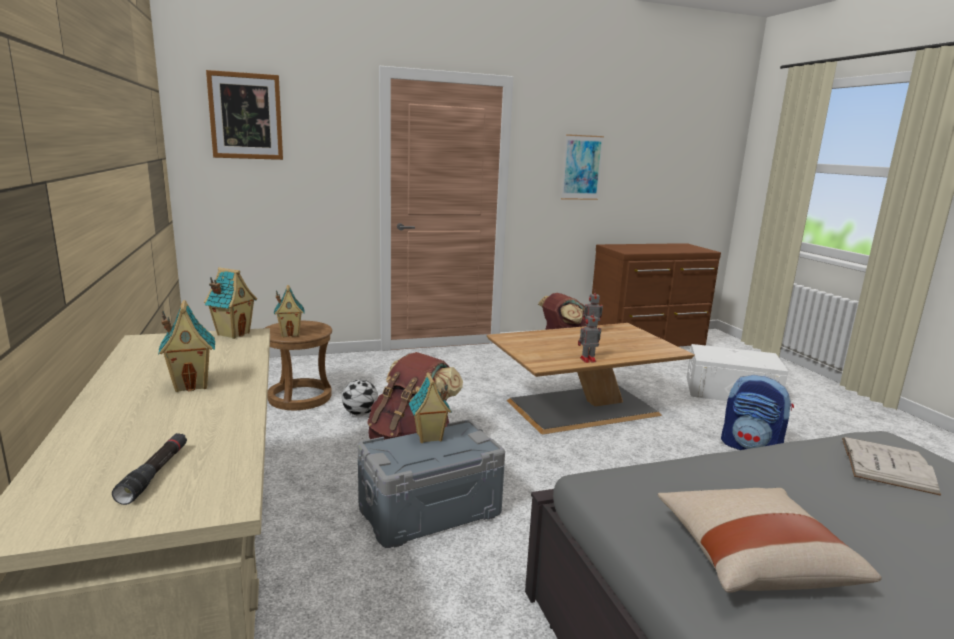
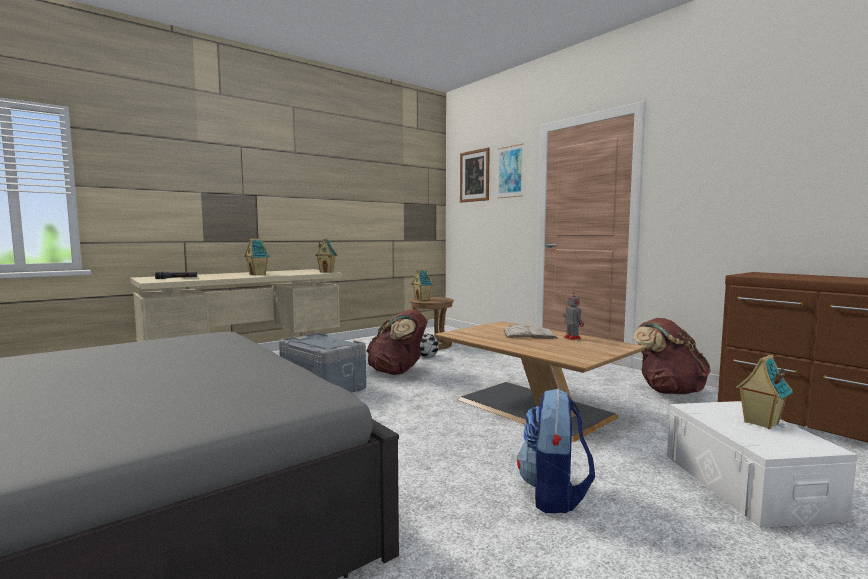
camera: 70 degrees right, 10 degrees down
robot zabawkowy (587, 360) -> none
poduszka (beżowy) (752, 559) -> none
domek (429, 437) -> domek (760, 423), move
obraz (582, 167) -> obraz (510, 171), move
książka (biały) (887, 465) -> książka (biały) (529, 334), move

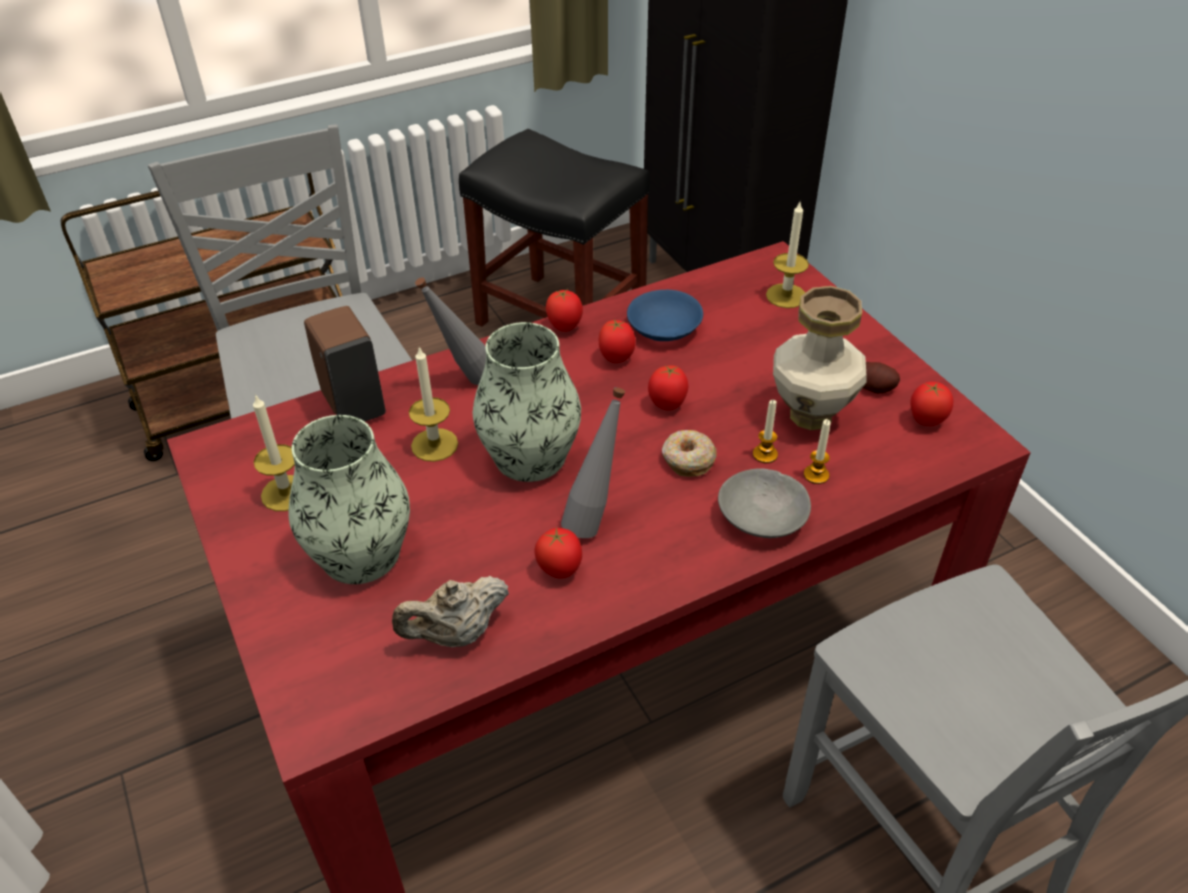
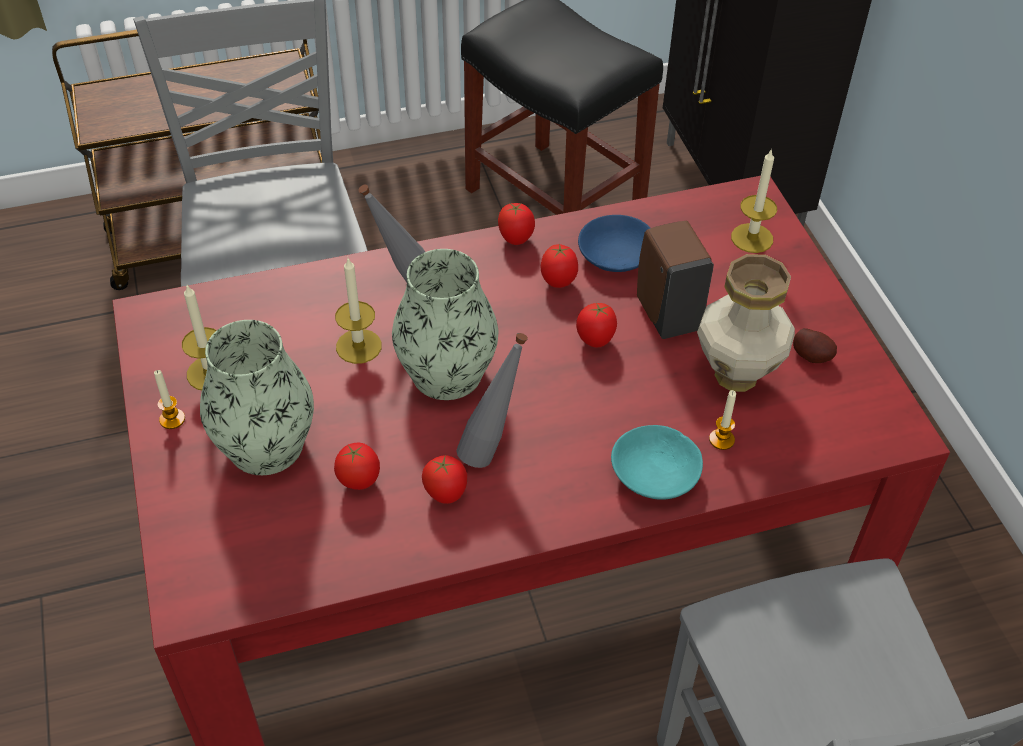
camera: 10 degrees right, 5 degrees up
imbryk (beżowy) (456, 634) -> none
donut (687, 460) -> none
dozownik mydła (brązowy) (353, 404) -> dozownik mydła (brązowy) (666, 314), move
świeca (765, 454) -> świeca (172, 419), move
pomidor (925, 421) -> pomidor (359, 481), move
miska (szary) (763, 516) -> miska (turkusowy) (656, 474)

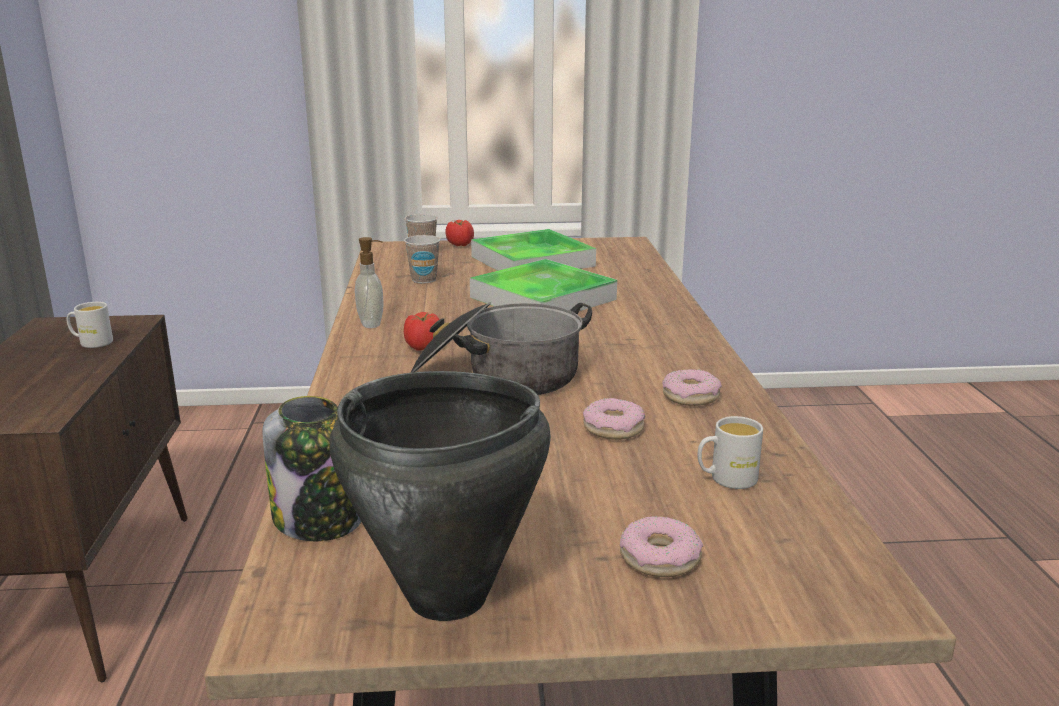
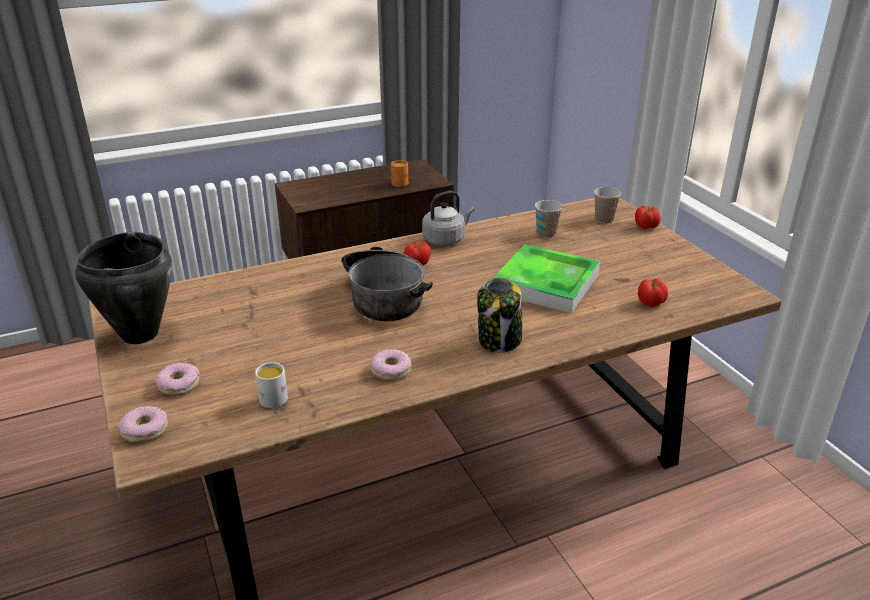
camera: 70 degrees right, 10 degrees up
taca (532, 261) -> none
none -> pomidor (651, 303)
słoik (320, 519) -> słoik (499, 340), move
donut (613, 428) -> donut (145, 430), move
dozownik mydła (372, 324) -> czajnik (szary) (446, 239)
kubek (biały) (91, 342) -> kubek (pomarańczowy) (399, 182)

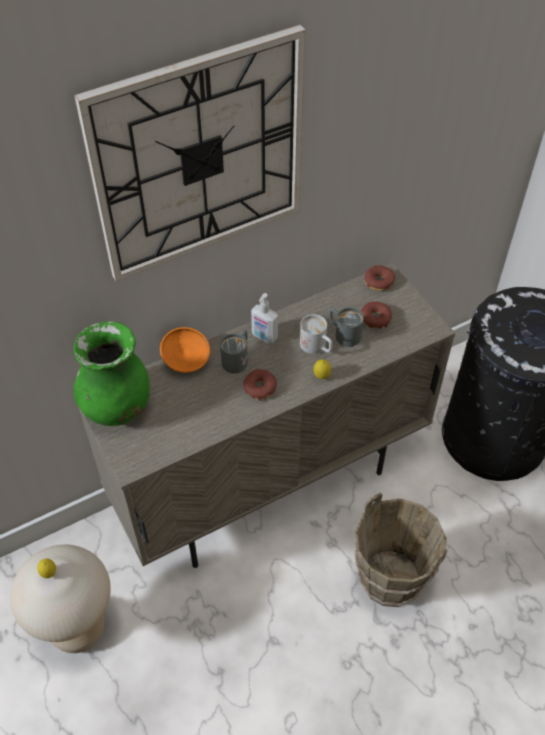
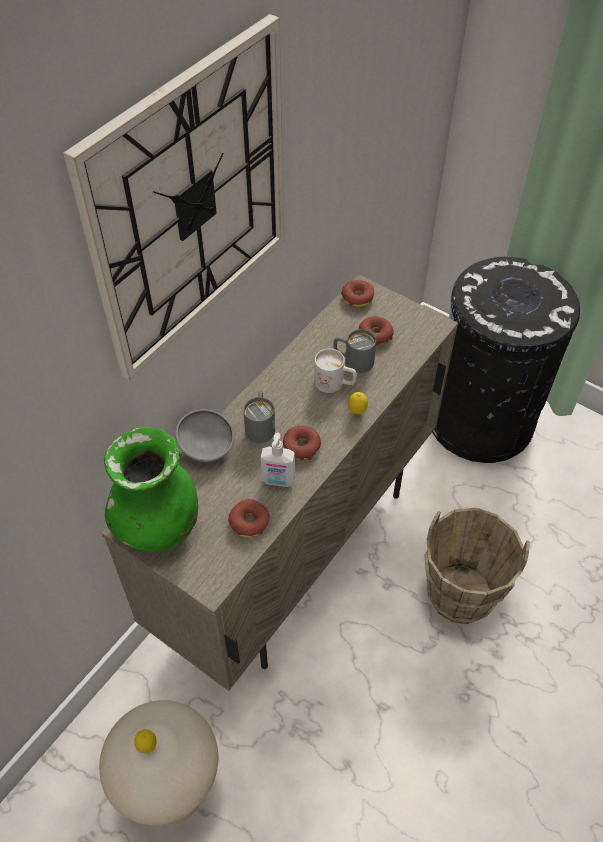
camera: 25 degrees left, 0 degrees up
none -> donut (249, 522)
dozownik mydła (264, 337) -> dozownik mydła (278, 481), move
miska (pomarańczowy) (186, 361) -> miska (szary) (207, 447)

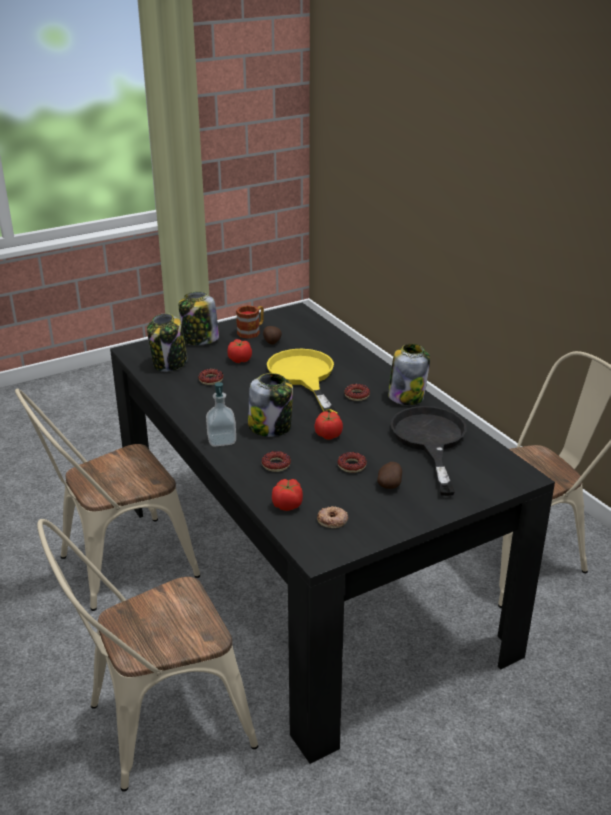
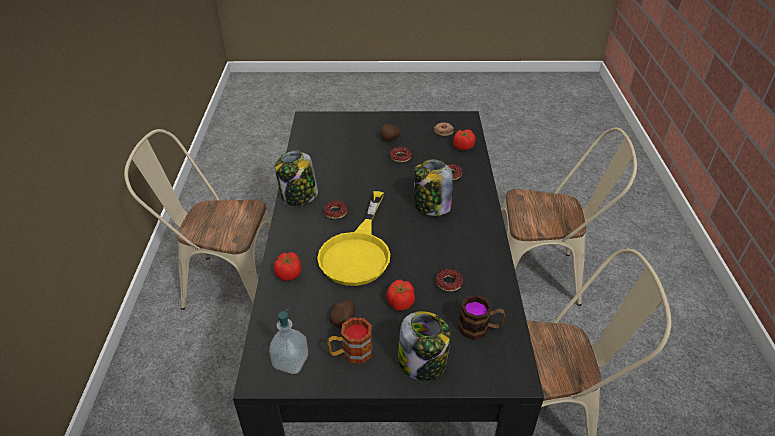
camera: 150 degrees left, 10 degrees up
patelnia (czarny) (429, 441) -> none
dozownik mydła (221, 440) -> dozownik mydła (290, 361), move
pomidor (328, 435) -> pomidor (289, 274), move
słoik (169, 363) -> kubek (480, 328)

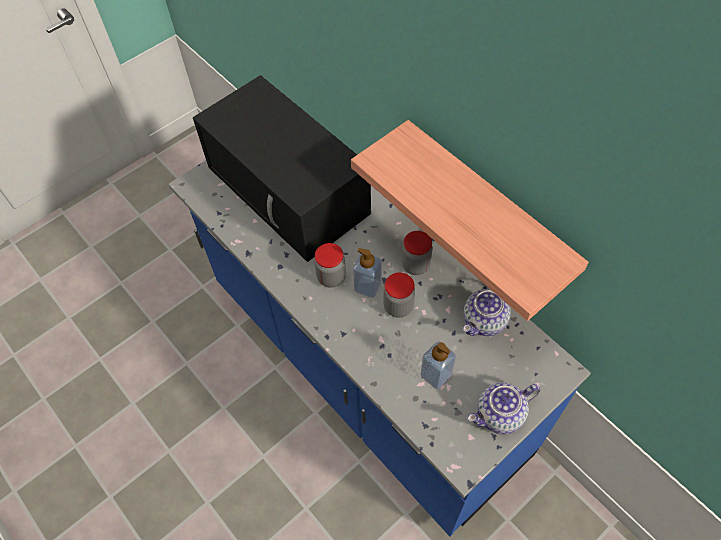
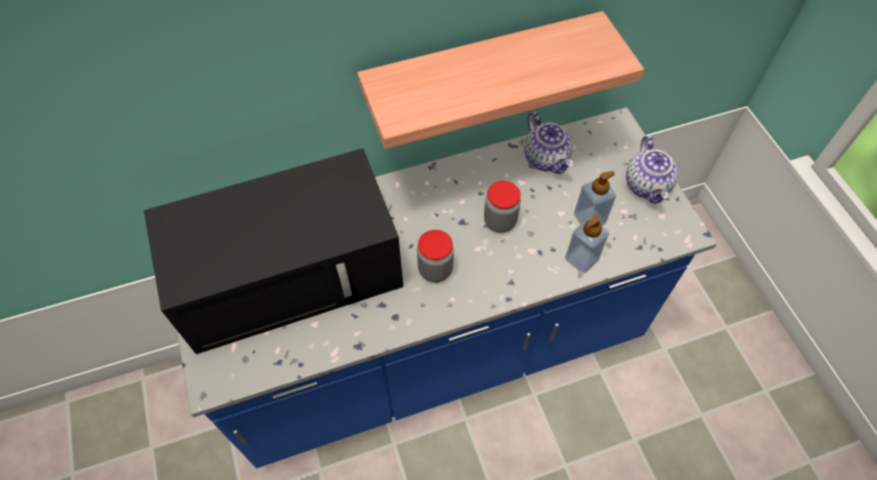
camera: 70 degrees left, 0 degrees up
słoik (415, 265) -> none
dozownik mydła (367, 286) -> dozownik mydła (581, 259), move

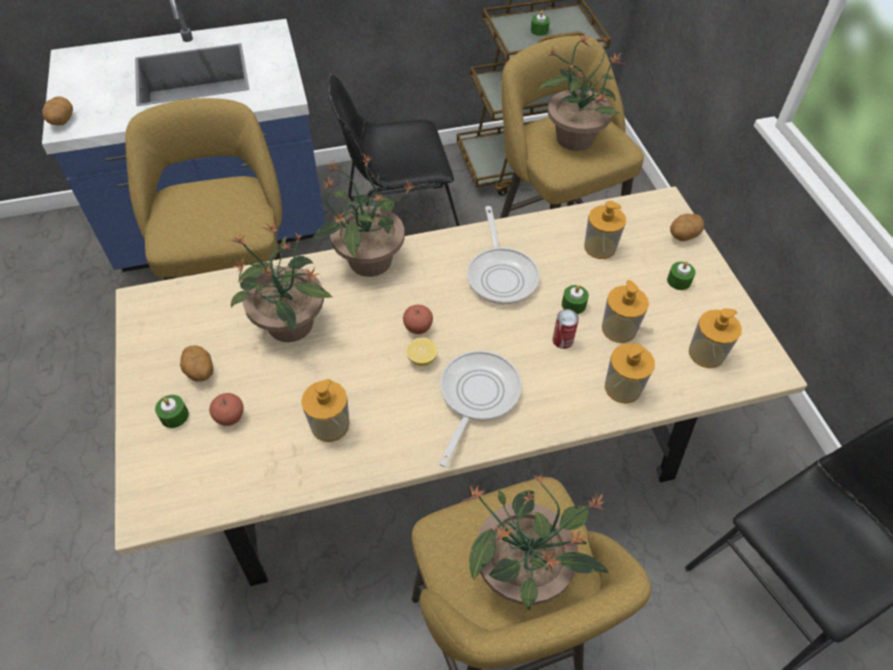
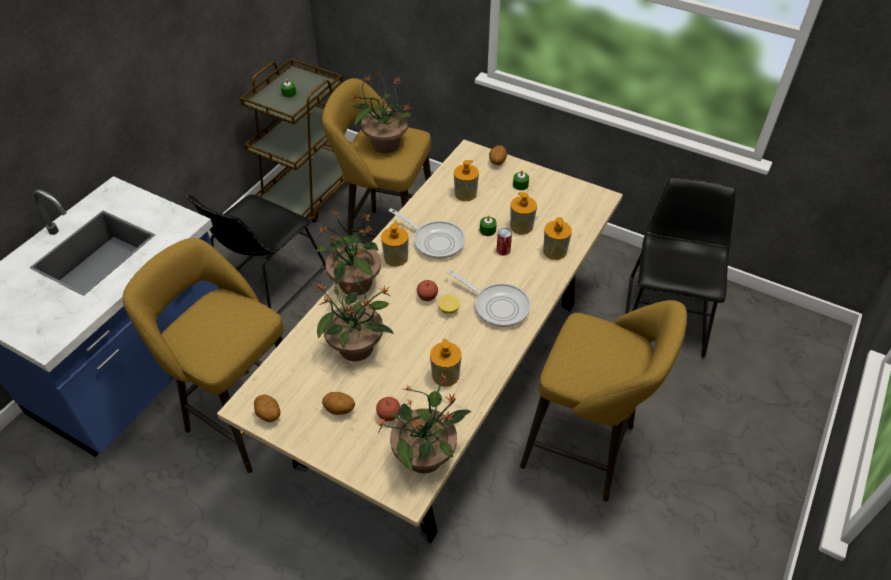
camera: 45 degrees left, 5 degrees down
świeca (zielony) (174, 416) -> none
ziemniak (62, 121) -> ziemniak (268, 415), move
roślina doniczkowa (523, 571) -> roślina doniczkowa (425, 455), move
dozownik mydła (706, 353) -> dozownik mydła (396, 258), move
patelnia (476, 396) -> patelnia (497, 306), 150 degrees clockwise

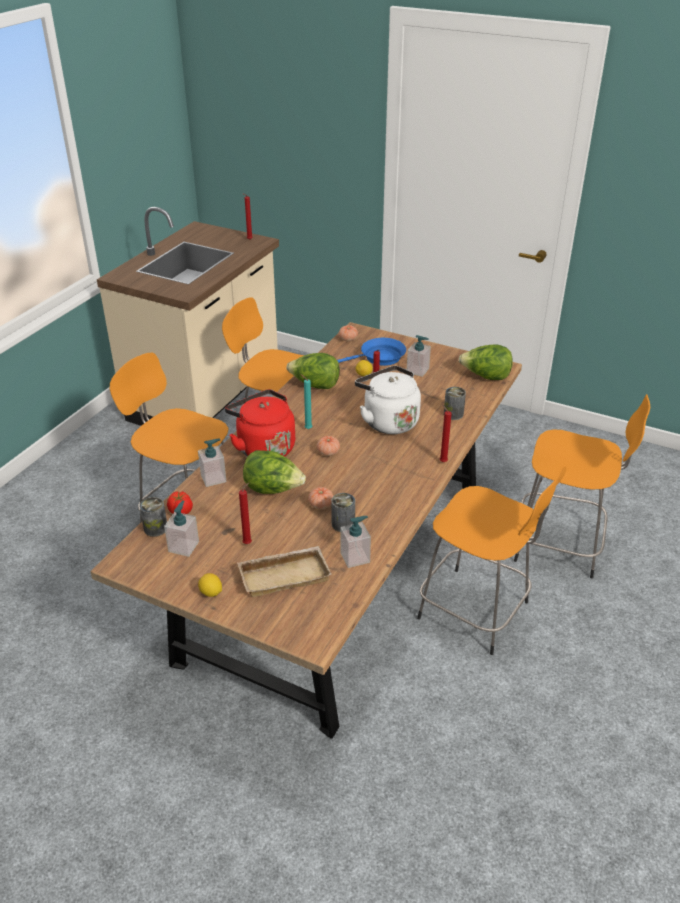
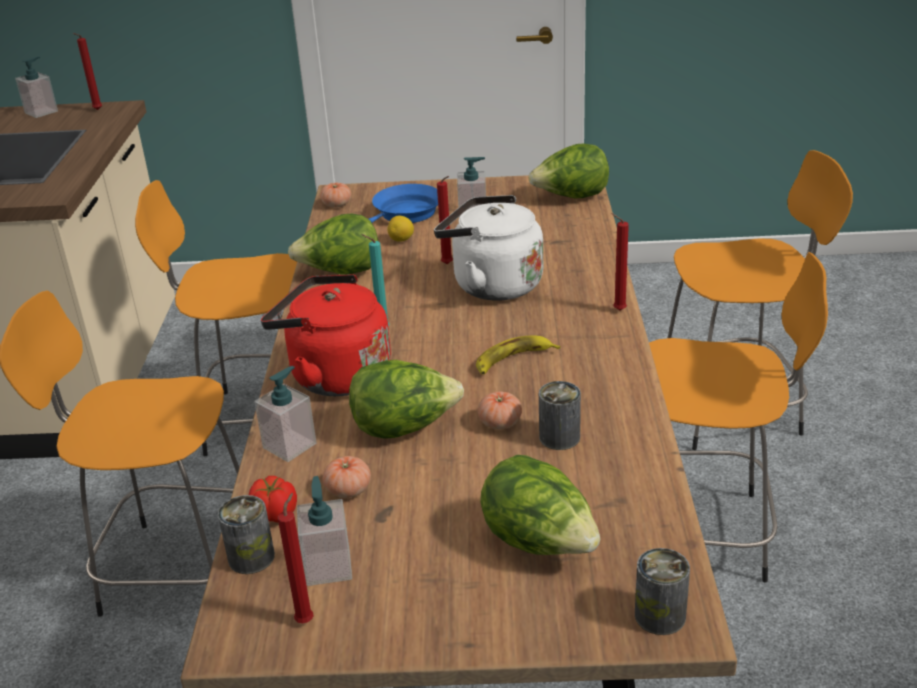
camera: 25 degrees left, 5 degrees down
cytryna (211, 593) -> none
none -> banan (513, 360)
świeca (czerwony) (248, 543) -> świeca (czerwony) (306, 619), move
pomidor (328, 452) -> pomidor (348, 490), move
dozownik mydła (355, 557) -> dozownik mydła (41, 112), move
puszka (453, 414) -> puszka (660, 615), move
taca (beżowy) (285, 574) -> sałata (540, 543)

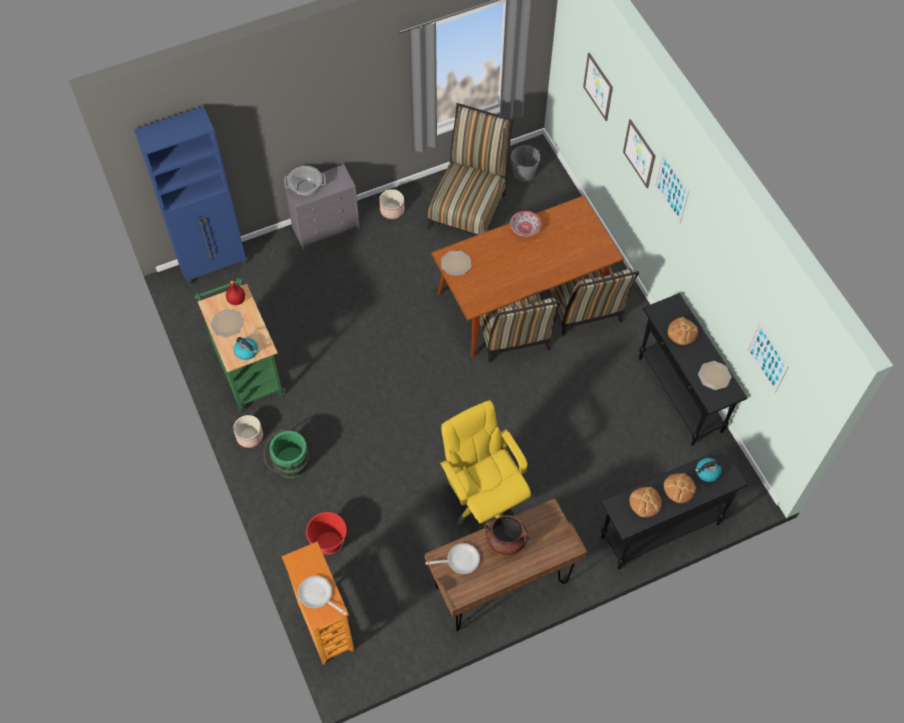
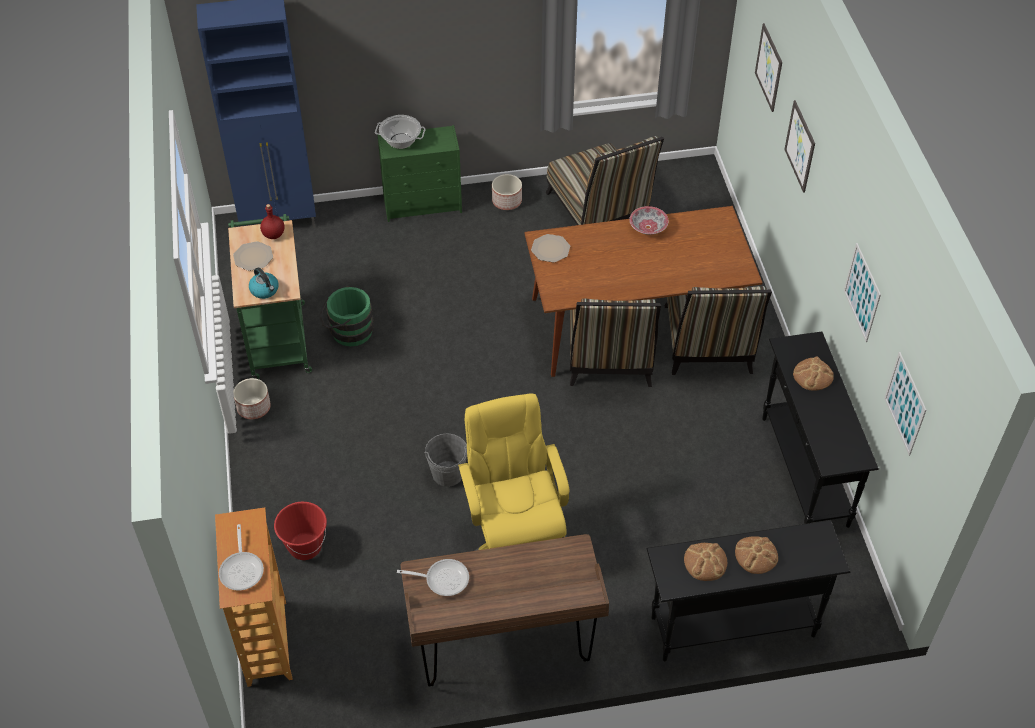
camera: 15 degrees right, 10 degrees down
garnek (brązowy) (505, 540) -> none
czajnik (707, 472) -> none
talerz (714, 376) -> none
wiadro (zielony) (288, 463) -> wiadro (zielony) (347, 331), move
wiadro (szary) (524, 173) -> wiadro (szary) (447, 474), move
obraz (671, 188) -> obraz (862, 292), move
komoda (szary) (326, 227) -> komoda (zielony) (423, 204)
patelnia (318, 595) -> patelnia (242, 569), 150 degrees counterclockwise
krzesło (469, 206) -> krzesło (600, 213), 120 degrees clockwise

